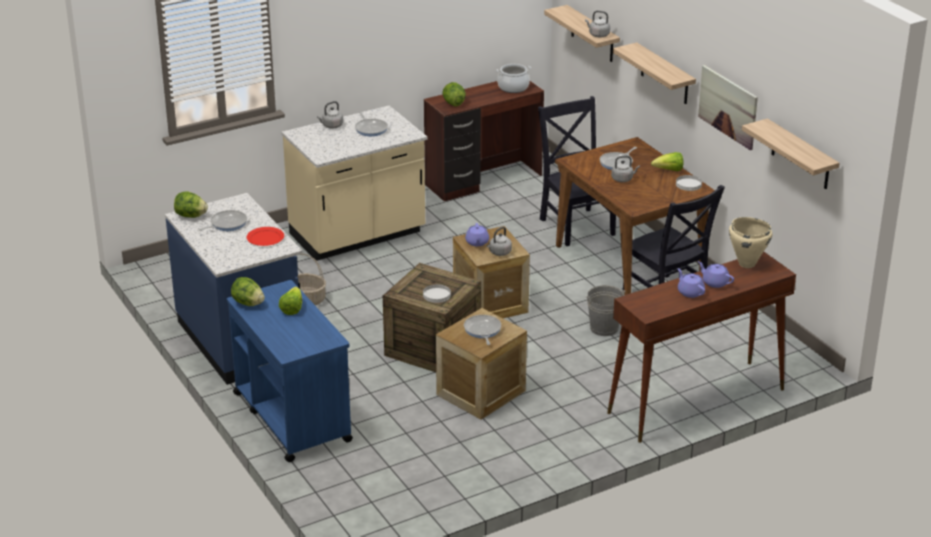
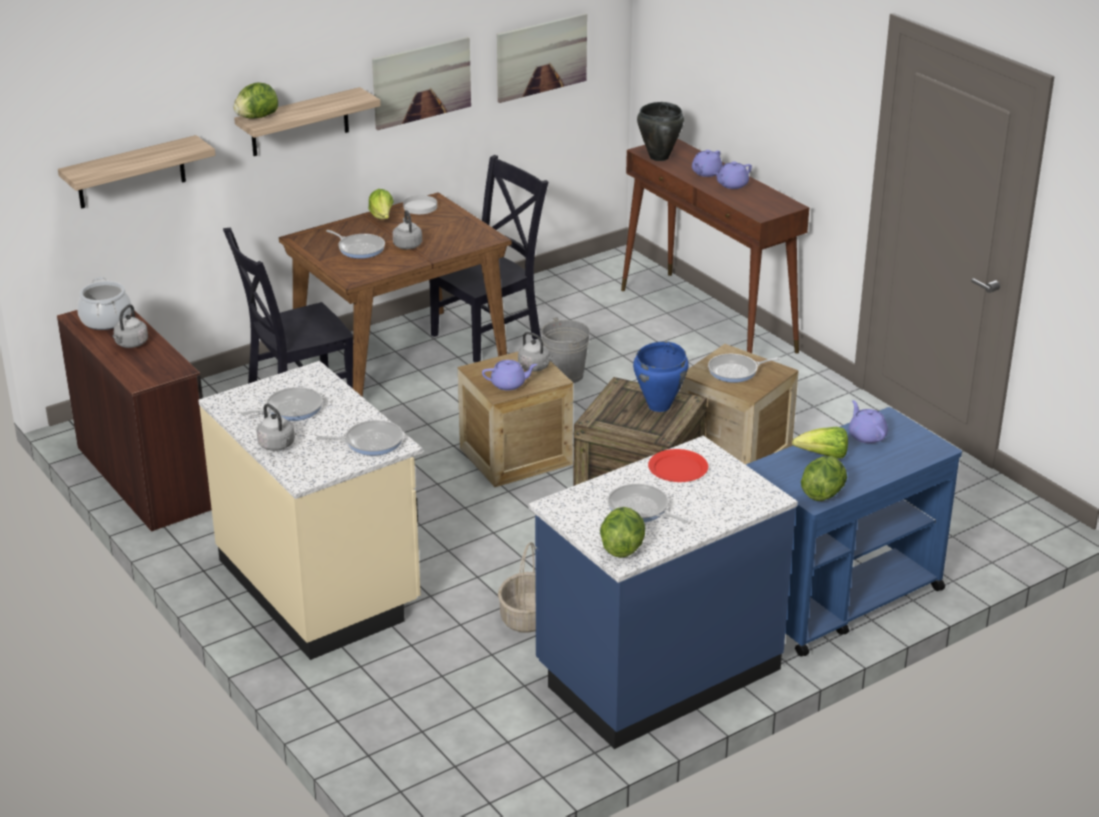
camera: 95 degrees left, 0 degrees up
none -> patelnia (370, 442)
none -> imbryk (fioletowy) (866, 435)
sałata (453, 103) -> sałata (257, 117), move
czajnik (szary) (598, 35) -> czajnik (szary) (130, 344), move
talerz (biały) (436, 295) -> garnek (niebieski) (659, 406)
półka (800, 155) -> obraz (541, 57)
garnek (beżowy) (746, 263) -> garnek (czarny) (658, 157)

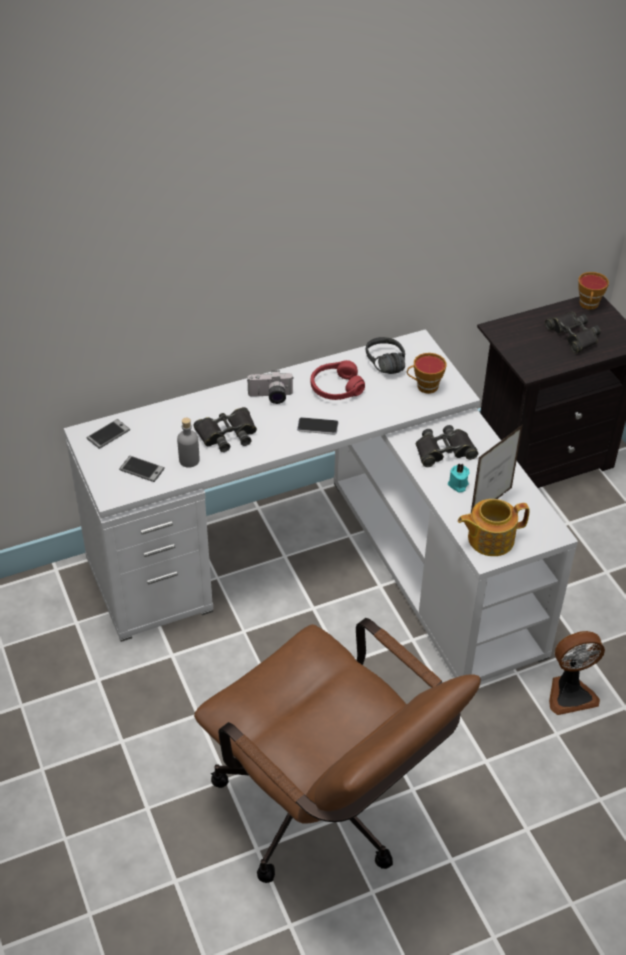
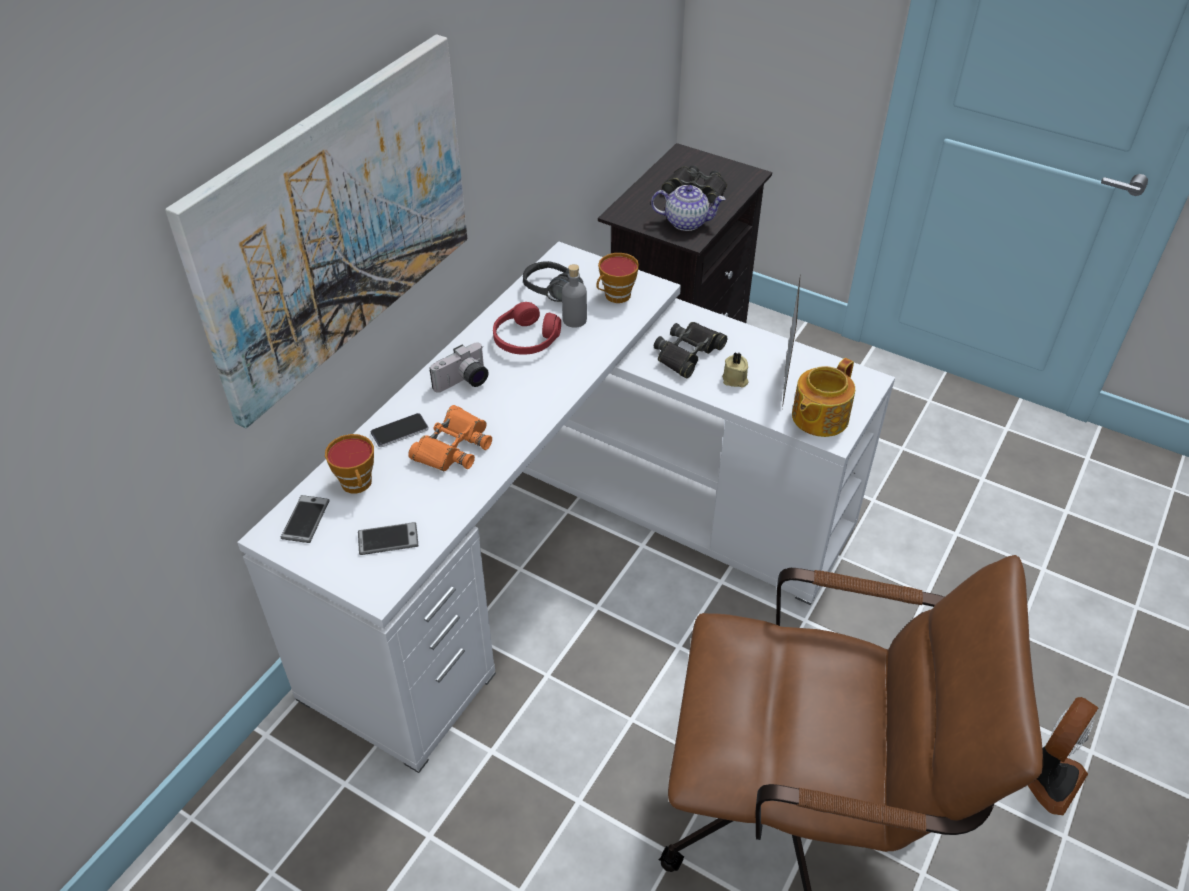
camera: 35 degrees left, 0 degrees up
none -> obraz (337, 224)
none -> imbryk (686, 222)
butelka (szary) (189, 460) -> butelka (szary) (574, 320), move
telefon (317, 426) -> telefon (399, 431), move
wentylator (570, 693) -> wentylator (1048, 777), move
filiżanka (589, 305) -> filiżanka (358, 485), move
lornetka (czarny) (227, 434) -> lornetka (pomarańczowy) (453, 447)
świeca (turkusowy) (458, 485) -> świeca (beżowy) (735, 380)

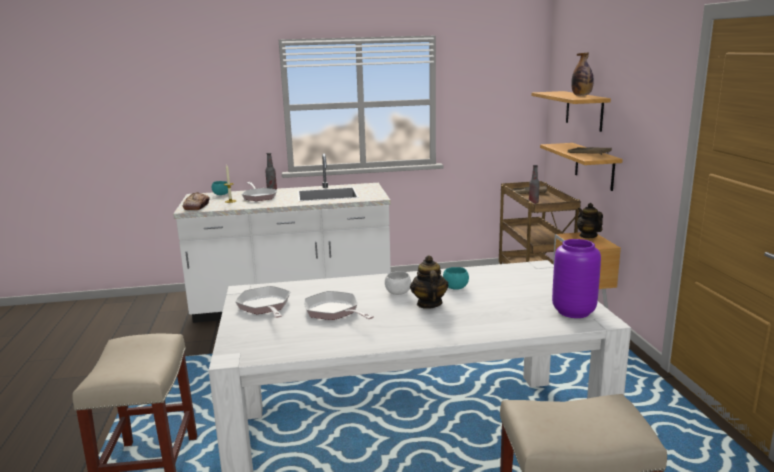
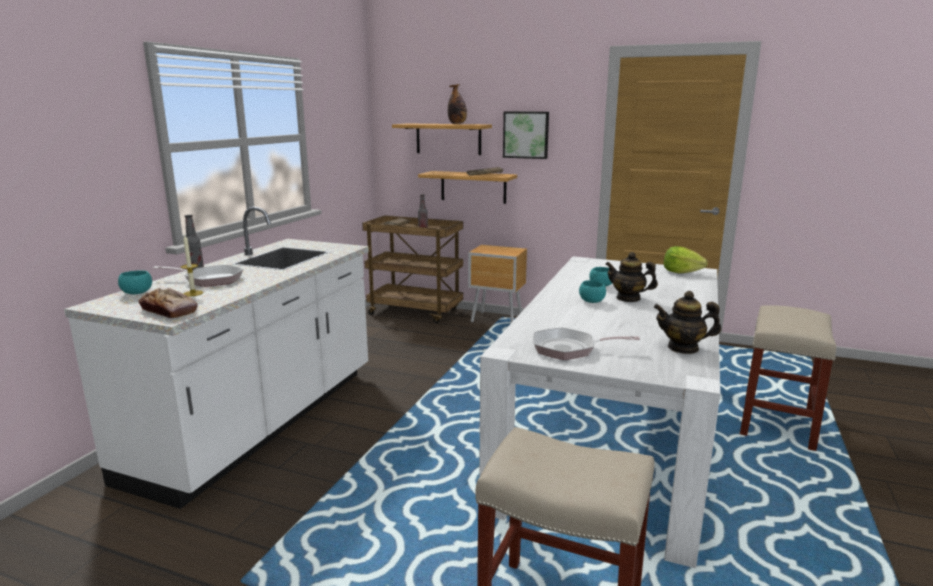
camera: 60 degrees left, 0 degrees up
patelnia (334, 311) -> none
none -> obraz (526, 135)
imbryk (588, 236) -> imbryk (683, 348), move
wazon (fioletowy) (574, 311) -> sałata (681, 272)
miska (biały) (398, 293) -> miska (turkusowy) (591, 301)

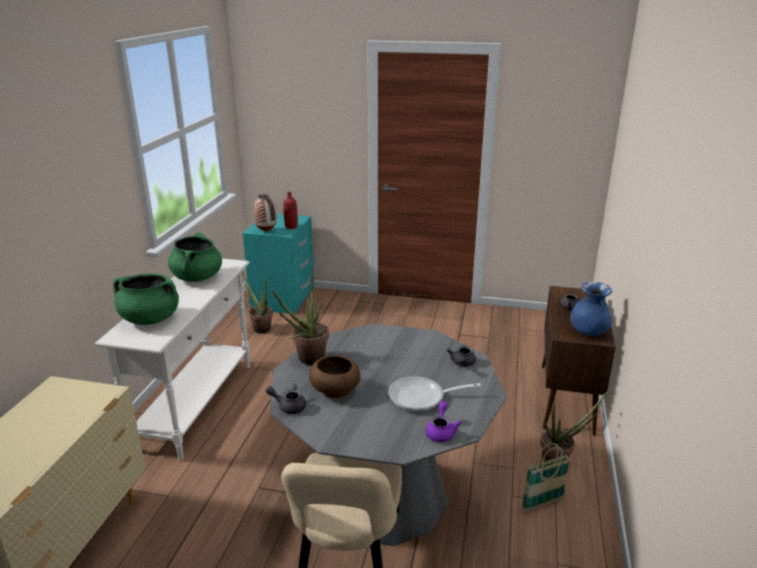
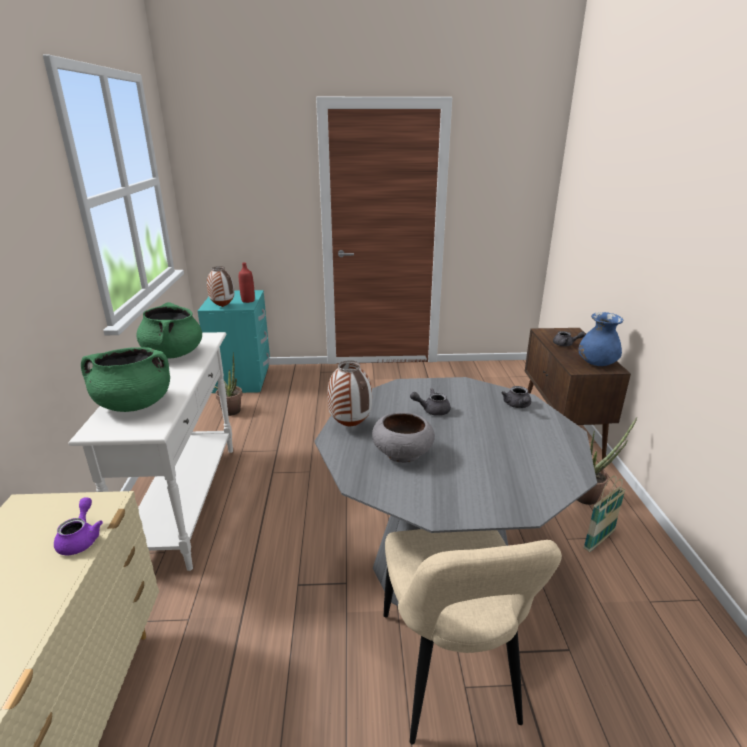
camera: 15 degrees left, 0 degrees up
patelnia (421, 397) -> none
imbryk (szary) (288, 406) -> imbryk (szary) (432, 410), move
imbryk (fioletowy) (441, 432) -> imbryk (fioletowy) (81, 539), move
roślina doniczkowa (307, 360) -> wazon (349, 426)
miska (brązowy) (335, 389) -> miska (szary) (402, 453)

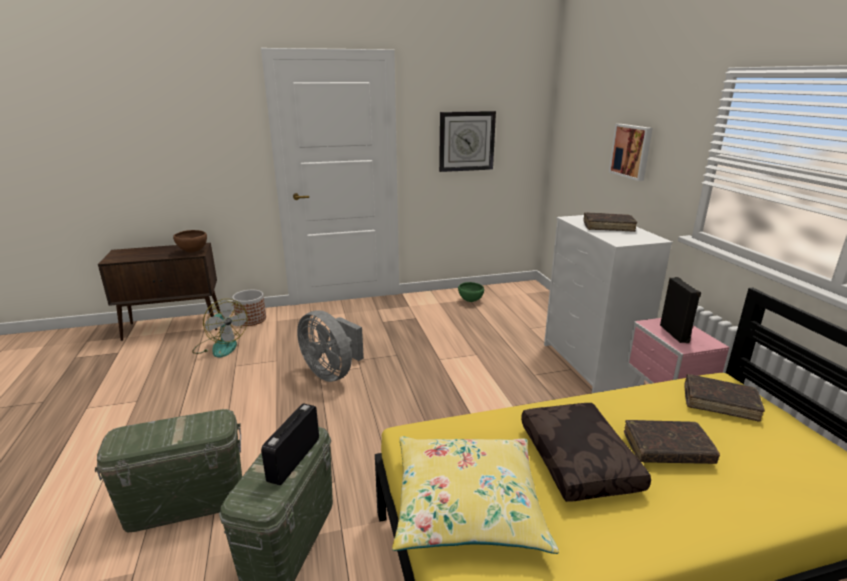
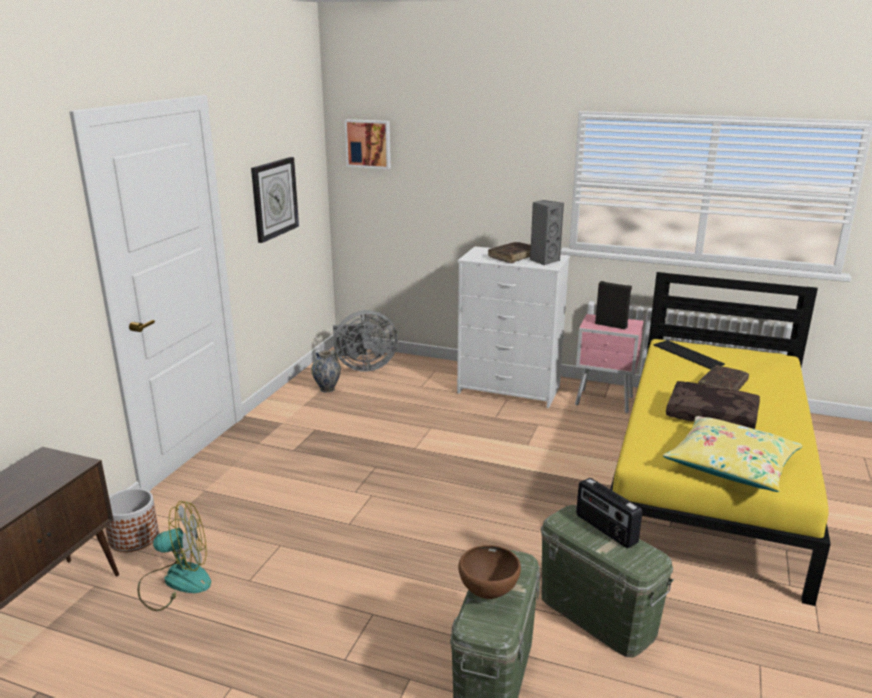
camera: 55 degrees left, 0 degrees up
none -> głośnik (szary) (543, 260)
miska (brązowy) (193, 252) -> miska (brązowy) (488, 593), move
wentylator (szary) (332, 372) -> wentylator (szary) (363, 367), move
obraz (631, 151) -> obraz (368, 143), move
miska (zielony) (470, 301) -> wazon (327, 389)
książka (brązowy) (720, 403) -> klawiatura (687, 354)

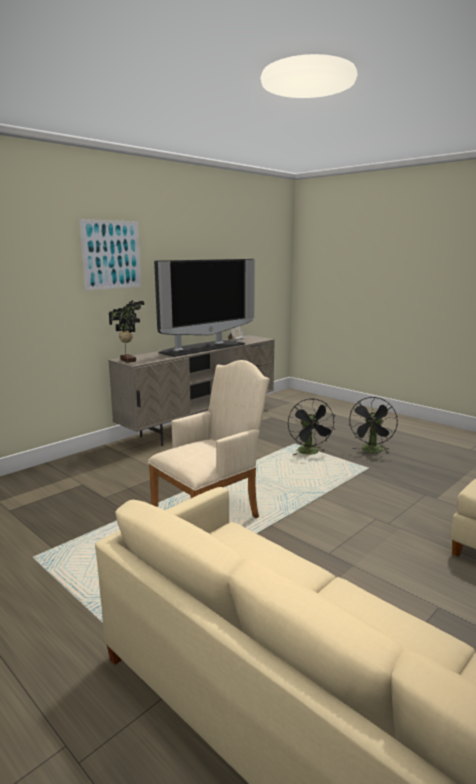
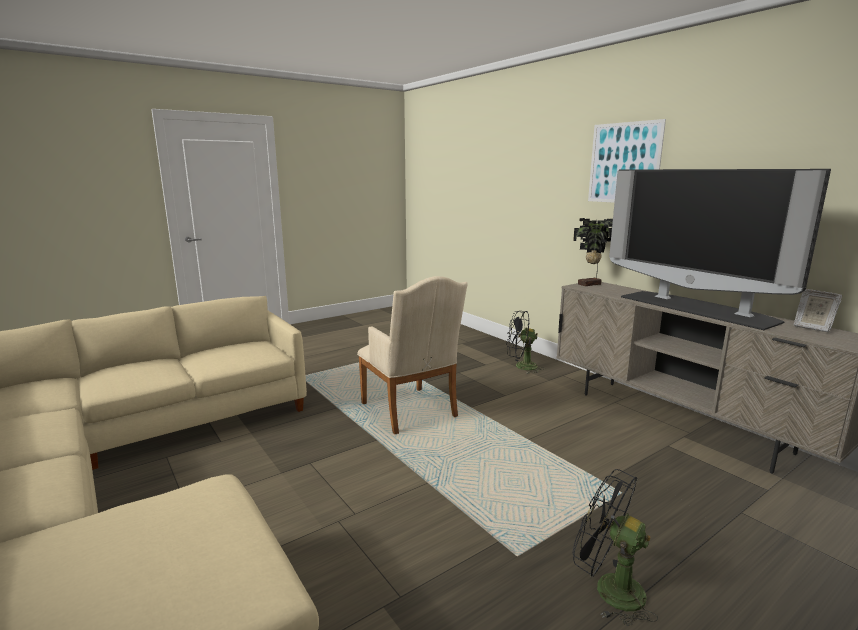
camera: 100 degrees right, 0 degrees up
wentylator (czarny) (310, 453) -> wentylator (czarny) (521, 367), move

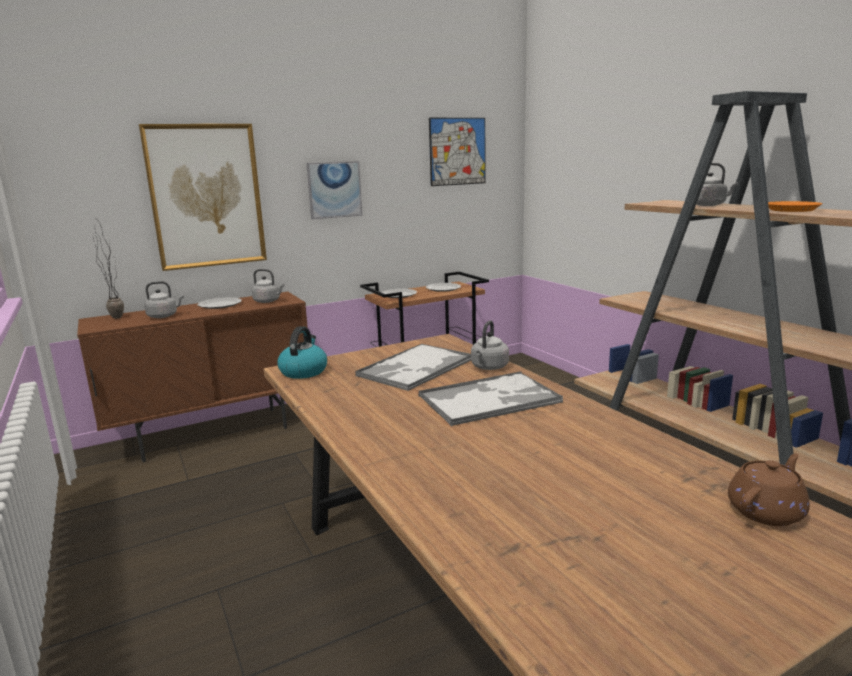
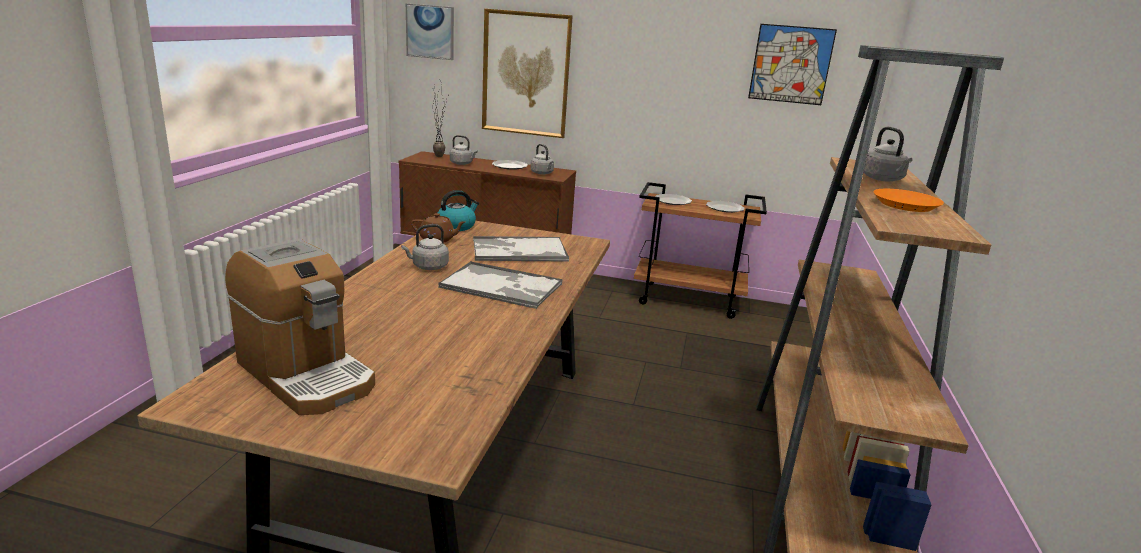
camera: 40 degrees right, 5 degrees up
none -> ekspres do kawy (306, 374)
obraz (334, 190) -> obraz (430, 32), move
czajnik (szary) (489, 367) -> czajnik (szary) (428, 267), move
imbryk (brązowy) (766, 511) -> imbryk (brązowy) (438, 239), move

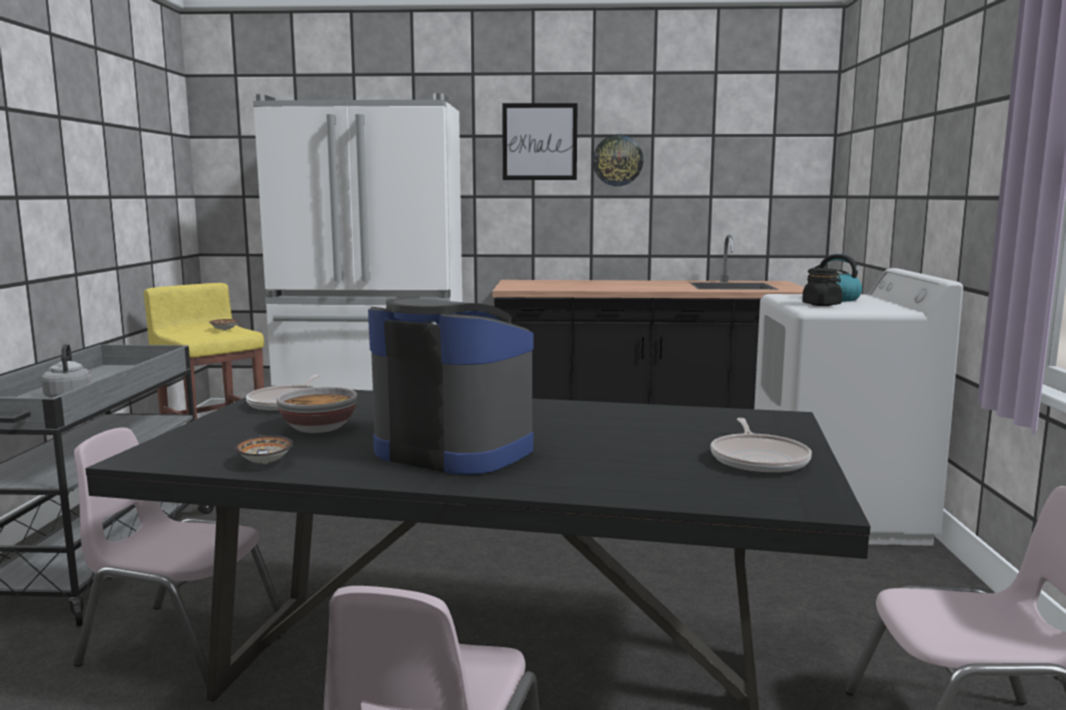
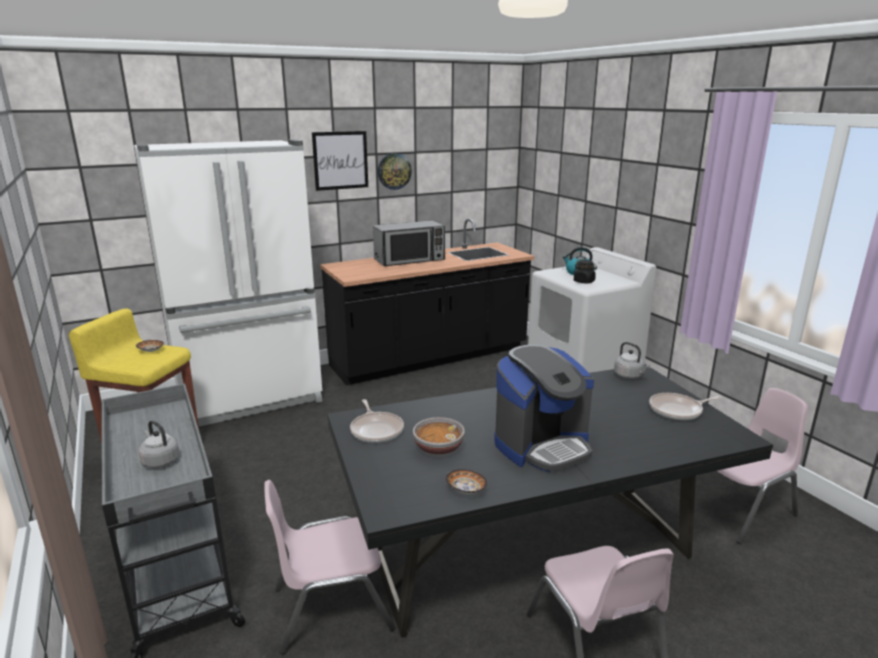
camera: 30 degrees left, 10 degrees up
none -> mikrofalówka (410, 260)
none -> czajnik (szary) (629, 376)
ekspres do kawy (455, 450) -> ekspres do kawy (542, 445), 150 degrees clockwise
patelnia (758, 459) -> patelnia (678, 410), 105 degrees clockwise

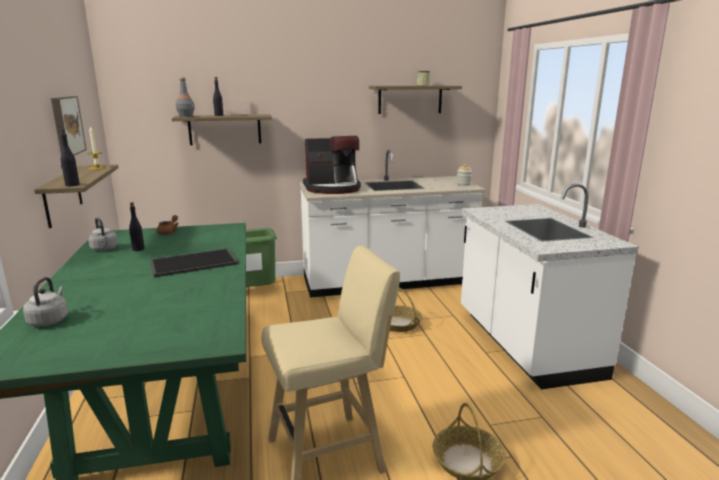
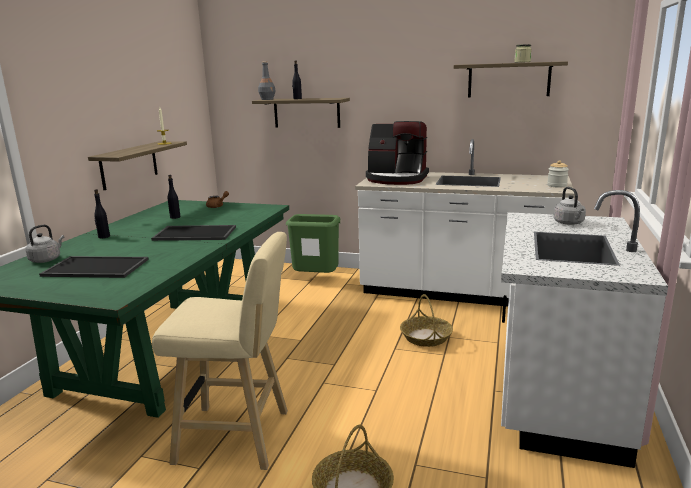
camera: 30 degrees right, 0 degrees up
obraz (66, 126) -> none
none -> taca (94, 268)
butelka (czarny) (72, 185) -> butelka (czarny) (104, 237), move
czajnik (szary) (105, 249) -> czajnik (szary) (569, 223), move

